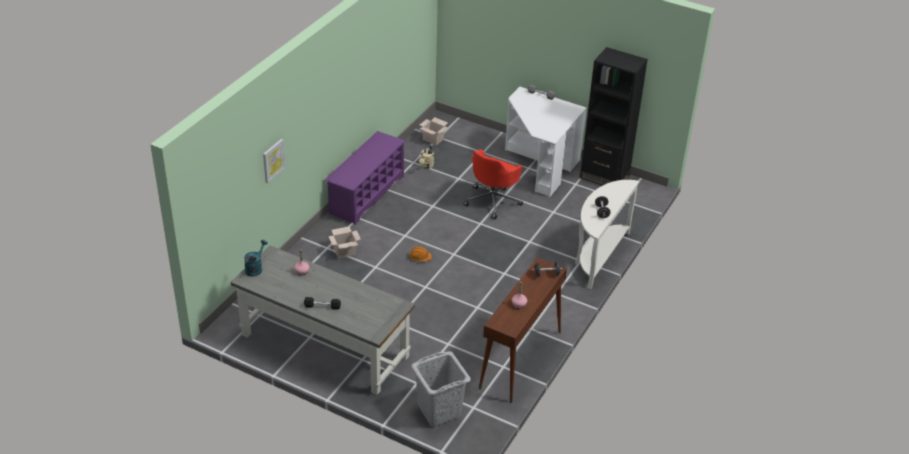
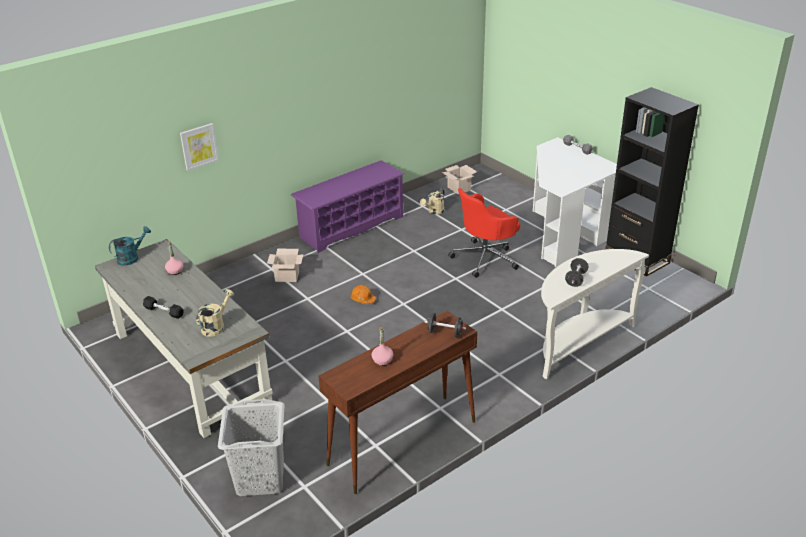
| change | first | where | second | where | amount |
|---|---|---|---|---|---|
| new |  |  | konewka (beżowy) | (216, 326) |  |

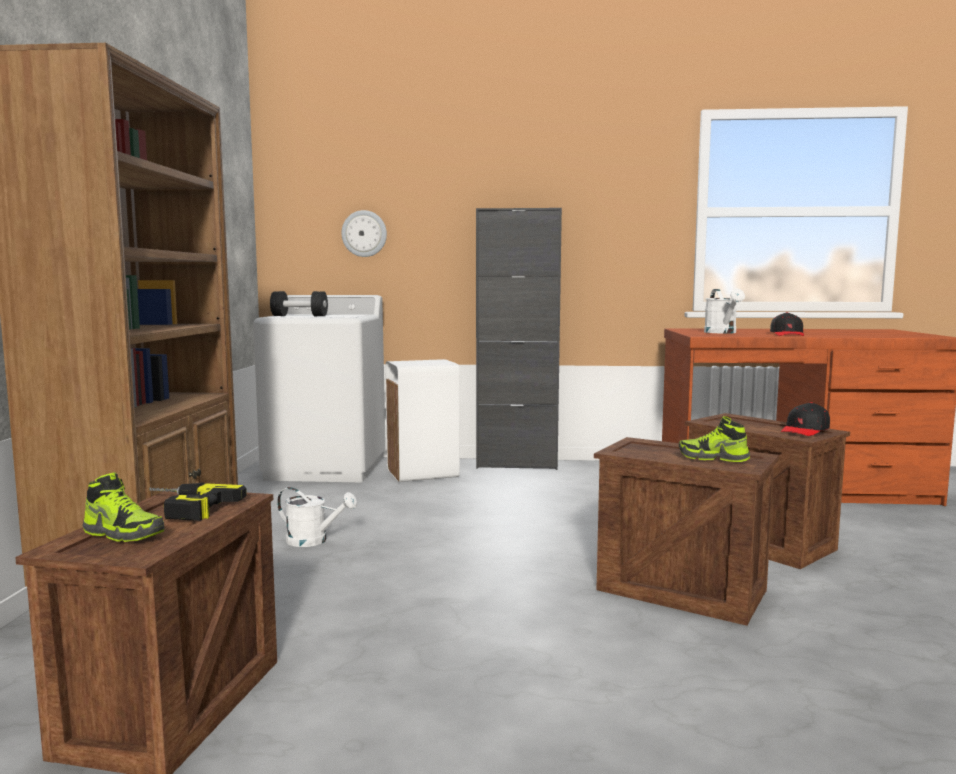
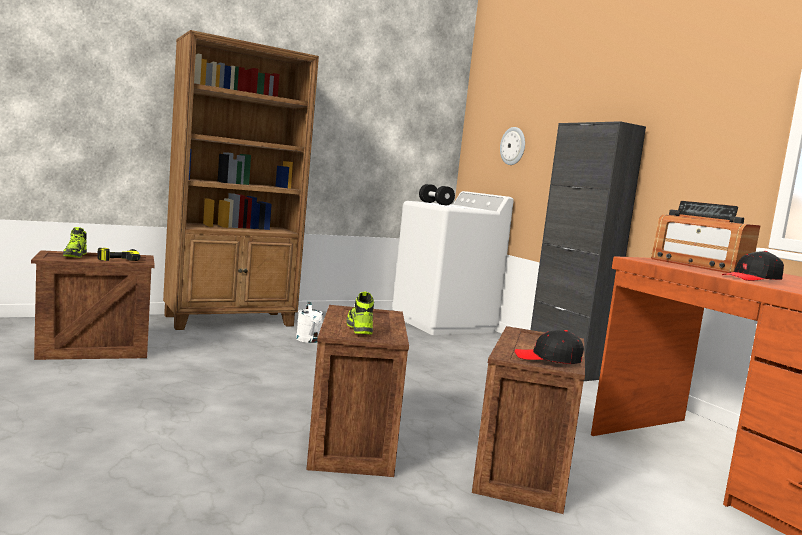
| change | first | where | second | where | amount |
|---|---|---|---|---|---|
| gone | kosz na śmieci (biały) | (421, 473) |  |  |  |
| swapped | konewka (biały) | (722, 332) | radio | (699, 265) |  |

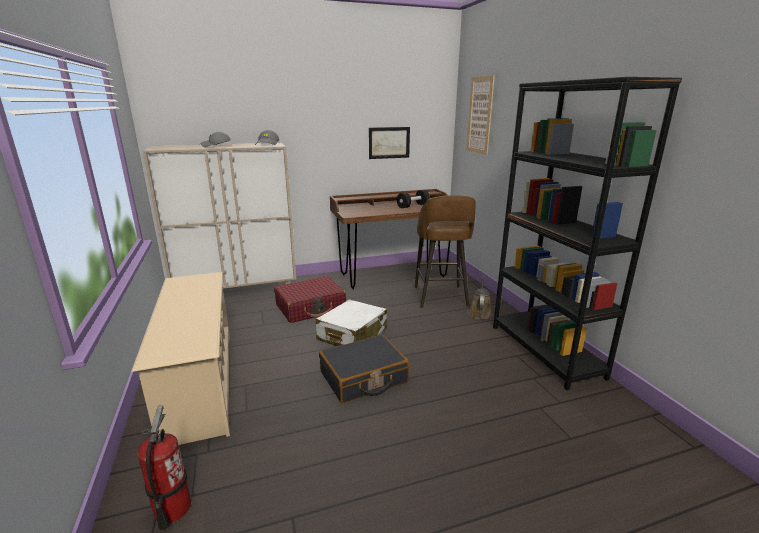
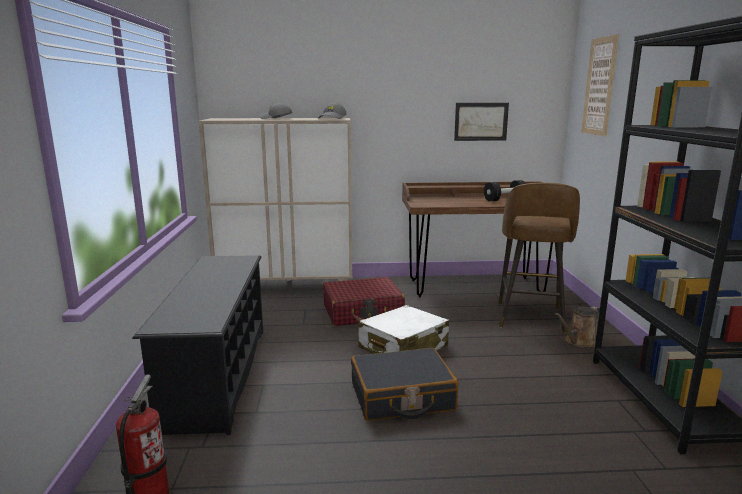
| change | first | where | second | where | amount |
|---|---|---|---|---|---|
| repainted | regał na buty (beżowy) | (200, 382) | regał na buty (czarny) | (217, 375) |  |
| rotated | konewka (brązowy) | (479, 312) |  | (579, 341) | 150 degrees counterclockwise |

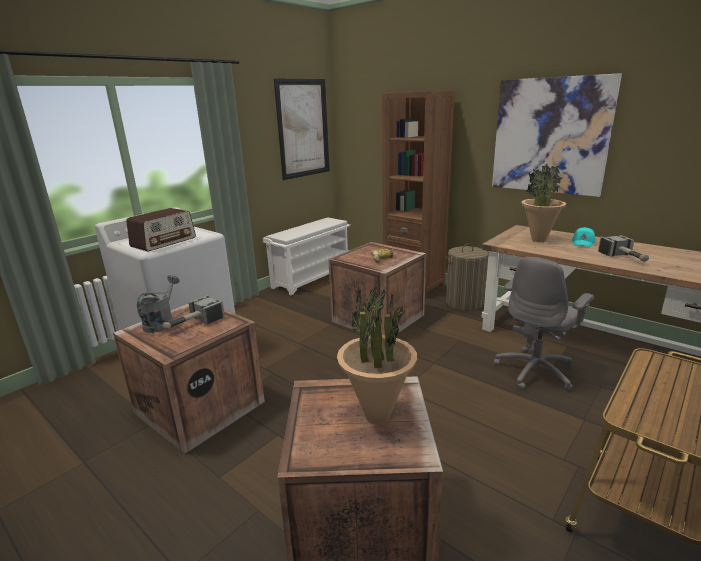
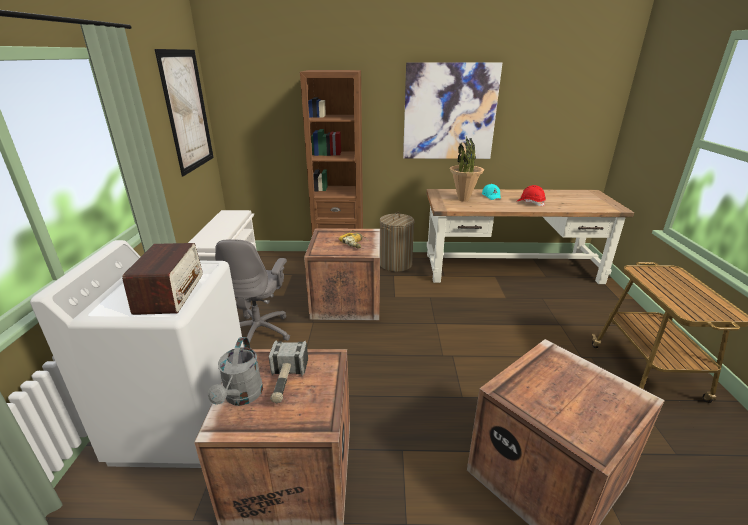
| change | first | where | second | where | amount |
|---|---|---|---|---|---|
| gone | roślina doniczkowa | (377, 416) |  |  |  |
| shifted | krzesło biurowe (szary) | (535, 371) |  | (259, 332) |  |
| swapped | młotek | (624, 258) | kask (czerwony) | (530, 203) |  |
| rotated | konewka (szary) | (161, 322) |  | (241, 397) | 150 degrees counterclockwise |

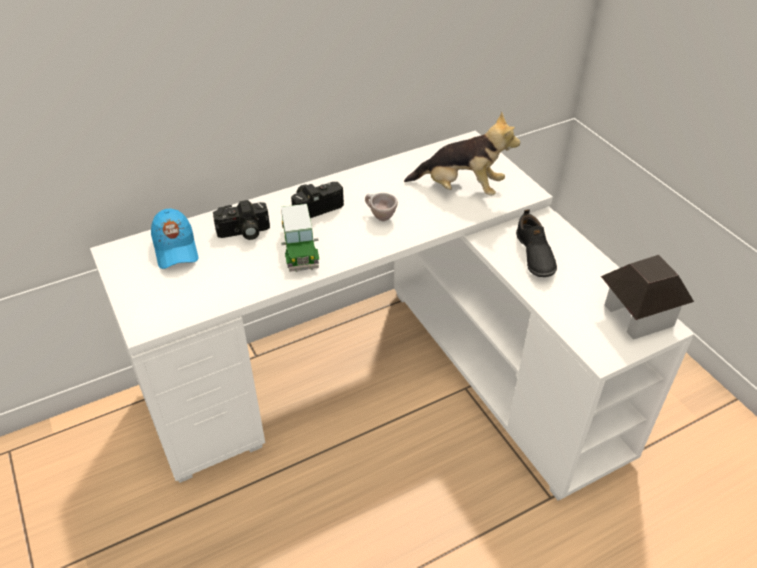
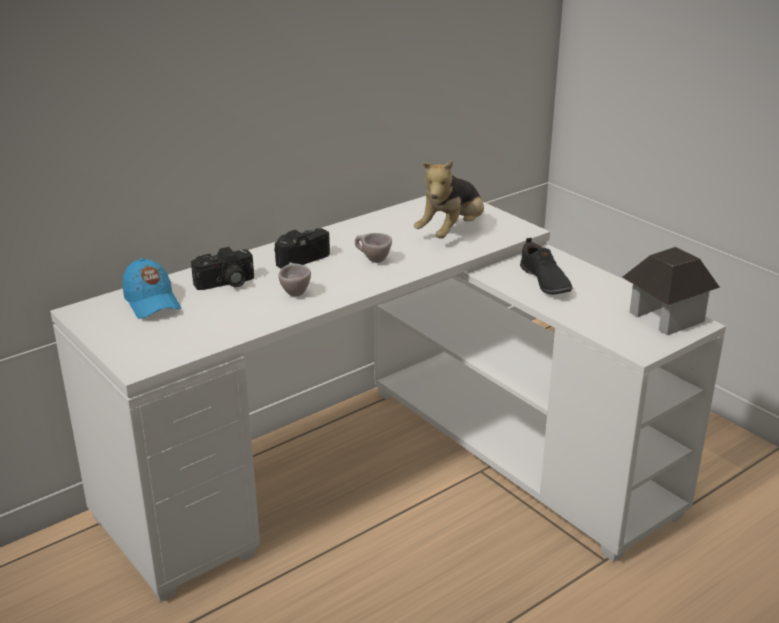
| change | first | where | second | where | amount |
|---|---|---|---|---|---|
| swapped | samochodzik | (300, 249) | filiżanka (beżowy) | (294, 292) |  |
| rotated | pluszak | (460, 188) |  | (452, 232) | 120 degrees clockwise |

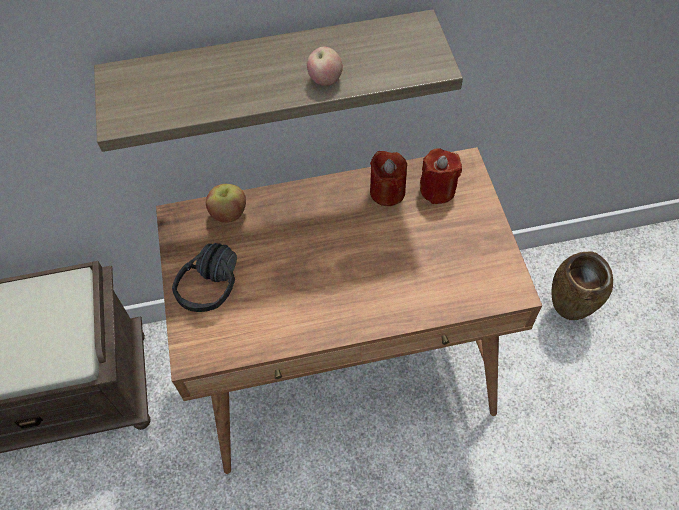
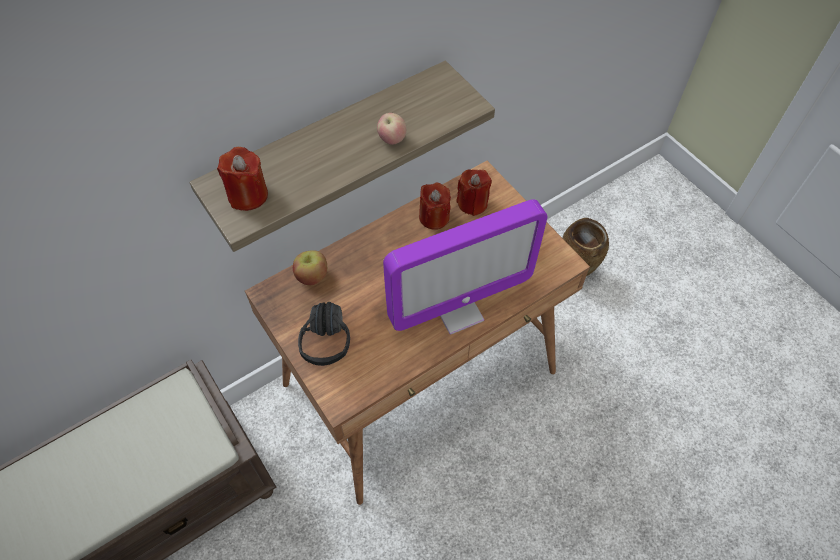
| change | first | where | second | where | amount |
|---|---|---|---|---|---|
| new |  |  | świeca (czerwony) | (248, 195) |  |
| new |  |  | monitor | (457, 311) |  |

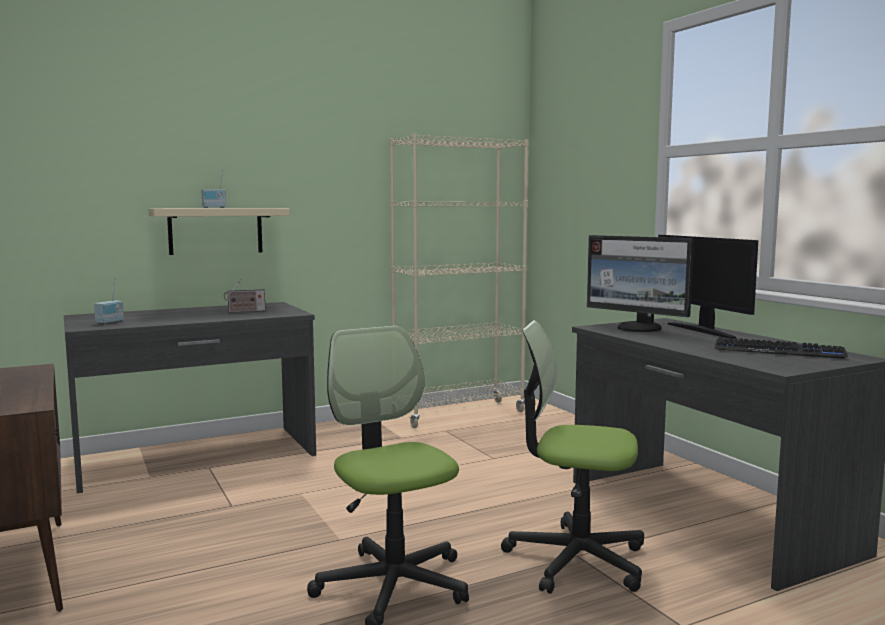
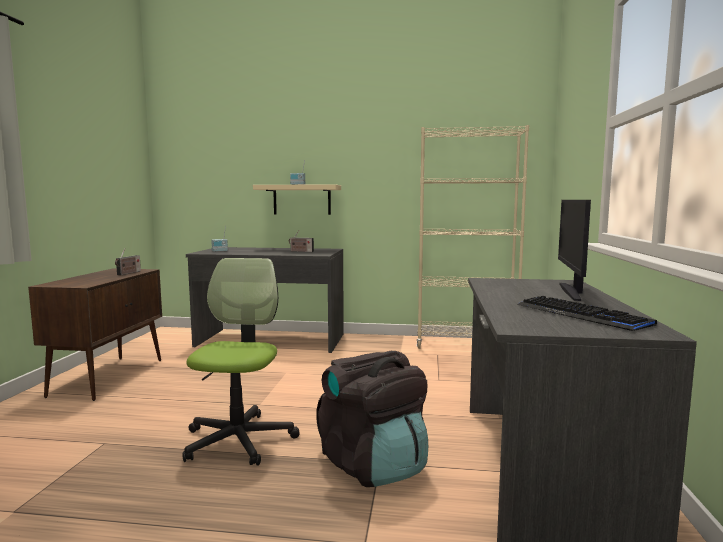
| change | first | where | second | where | amount |
|---|---|---|---|---|---|
| gone | monitor | (639, 328) |  |  |  |
| new |  |  | radio | (128, 273) |  |
| swapped | krzesło biurowe | (576, 559) | plecak (czarny) | (373, 465) |  |

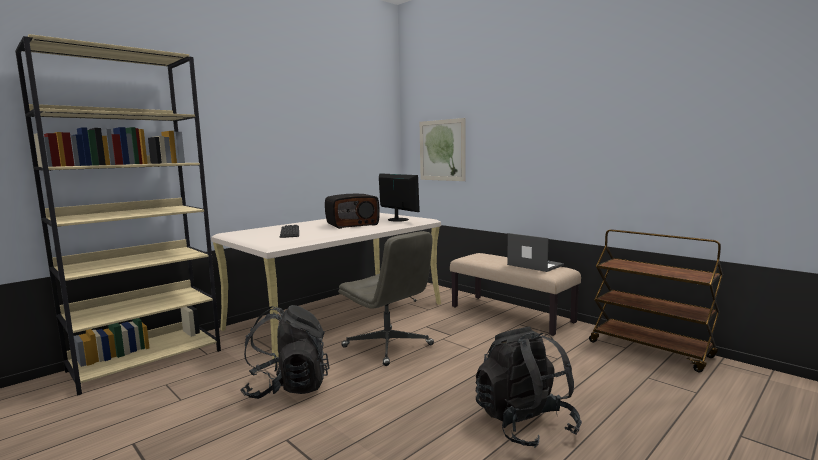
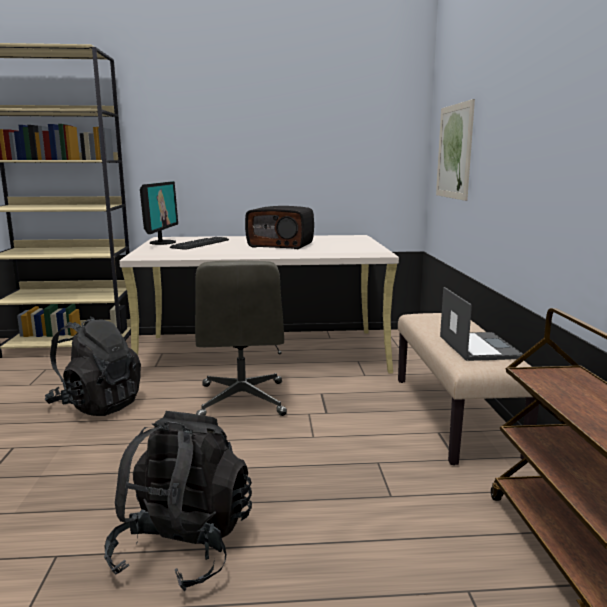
| change | first | where | second | where | amount |
|---|---|---|---|---|---|
| shifted | monitor | (397, 220) |  | (162, 242) |  |

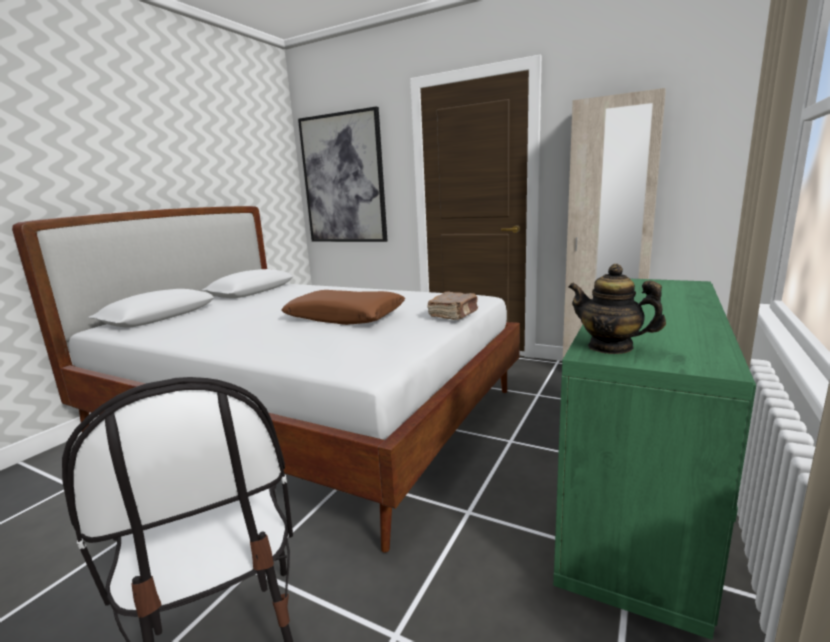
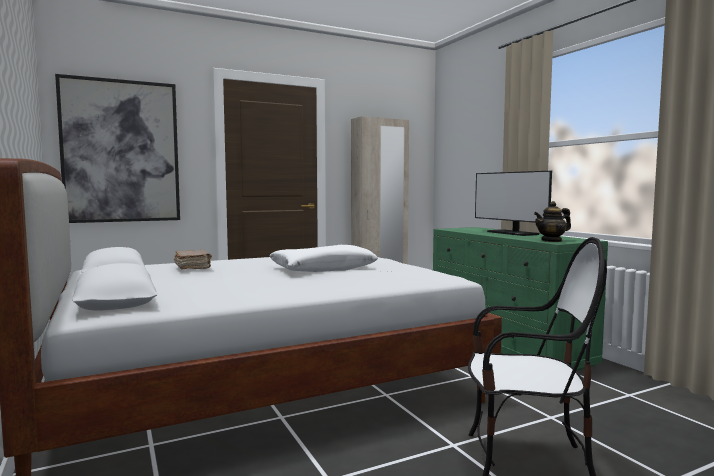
| change | first | where | second | where | amount |
|---|---|---|---|---|---|
| new |  |  | monitor | (512, 233) |  |
| shifted | książka (brązowy) | (454, 314) |  | (193, 268) |  |
| repainted | poduszka (brązowy) | (345, 317) | poduszka (biały) | (323, 269) |  |

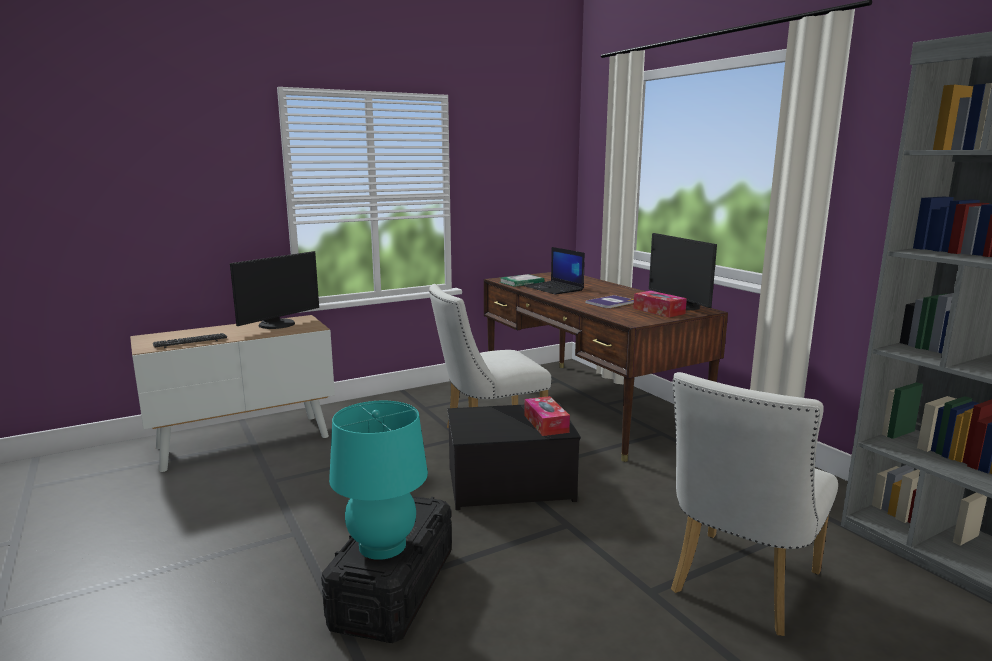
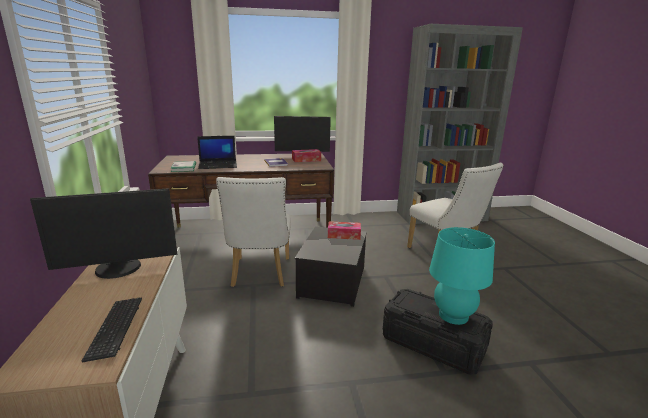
| change | first | where | second | where | amount |
|---|---|---|---|---|---|
| rotated | monitor | (278, 325) |  | (118, 269) | 105 degrees clockwise |

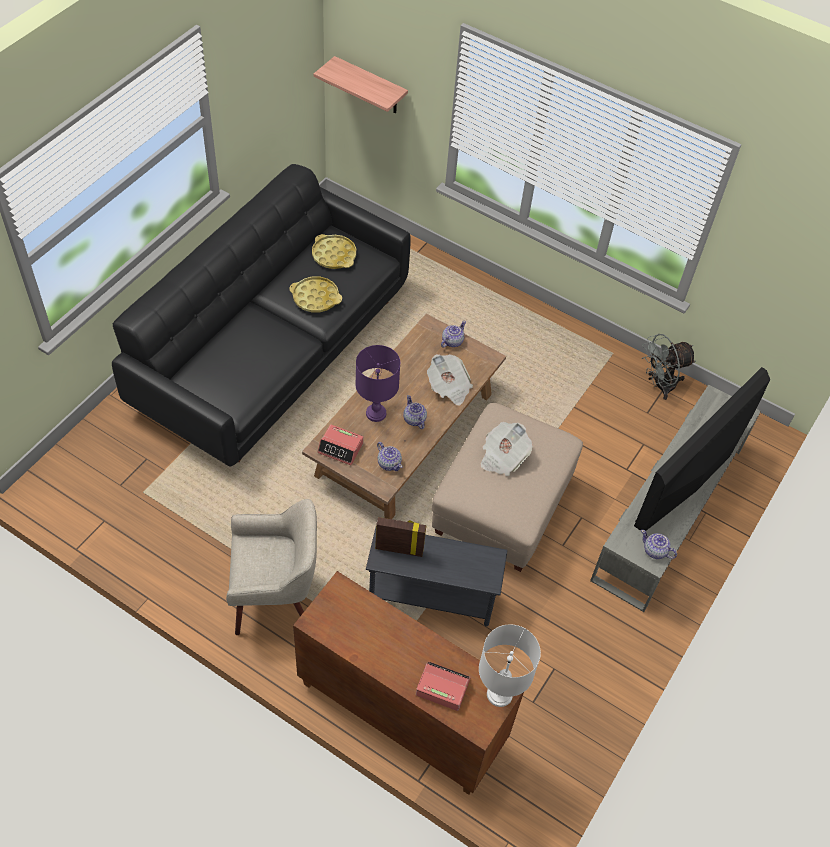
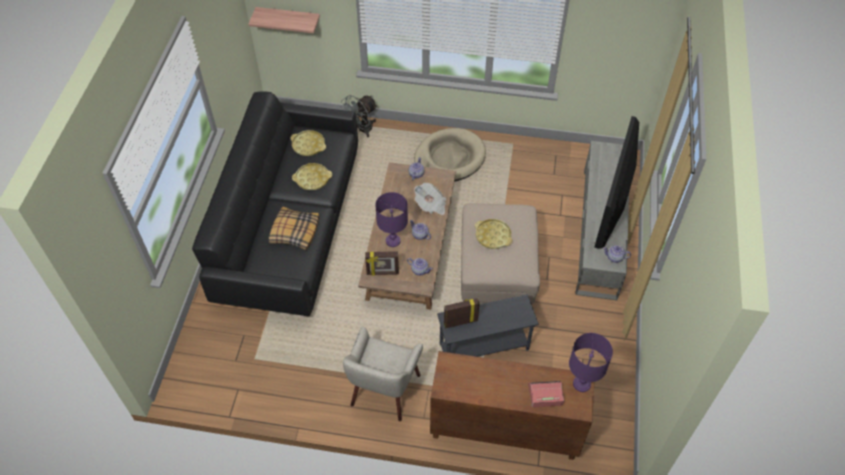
| change | first | where | second | where | amount |
|---|---|---|---|---|---|
| new |  |  | poduszka | (294, 232) |  |
| new |  |  | legowisko (beżowy) | (449, 158) |  |
| shifted | wentylator (szary) | (659, 385) |  | (362, 130) |  |
| swapped | budzik | (340, 448) | ramka na zdjęcie | (382, 273) |  |
| swapped | gazeta | (502, 457) | taca (żółty) | (493, 236) |  |
| repainted | lampa stołowa (biały) | (499, 694) | lampa stołowa (fioletowy) | (581, 384) |  |
| rotated | fotel (beżowy) | (276, 598) |  | (384, 390) | 135 degrees clockwise |

